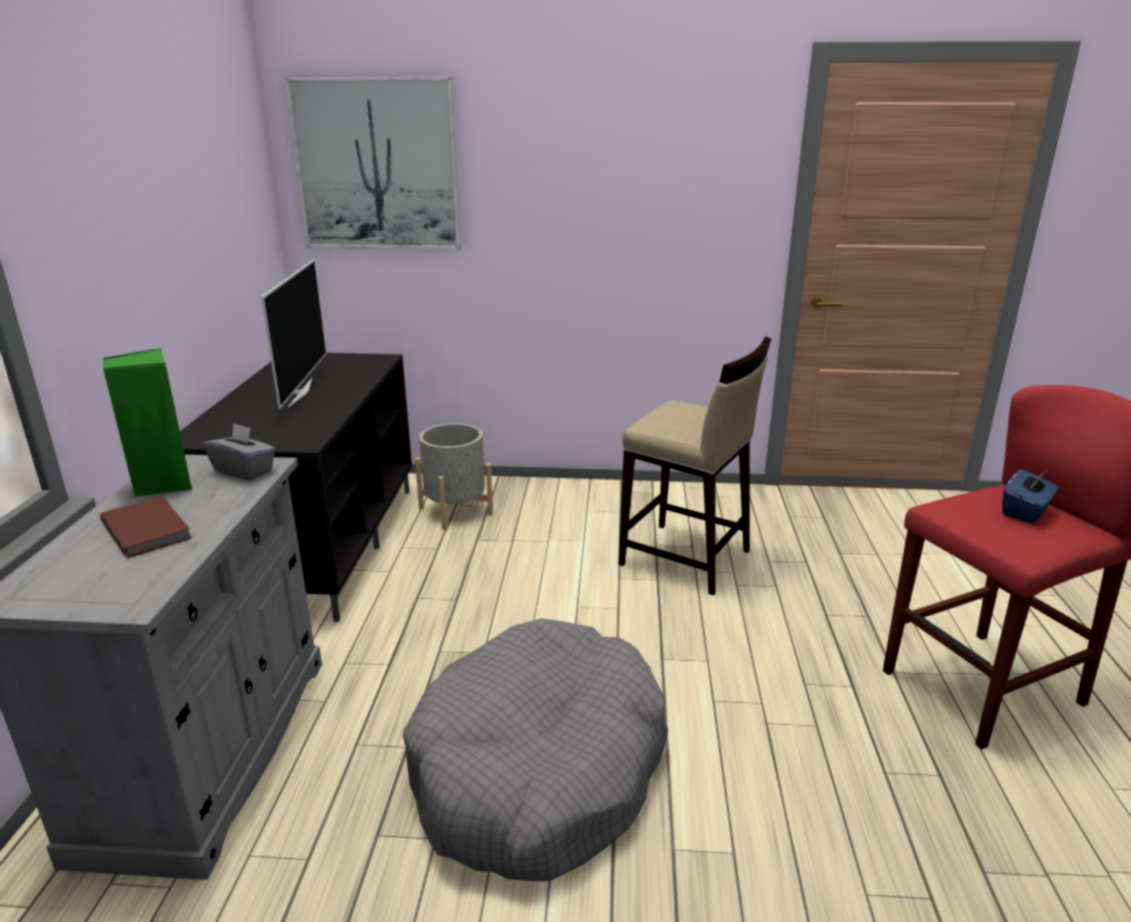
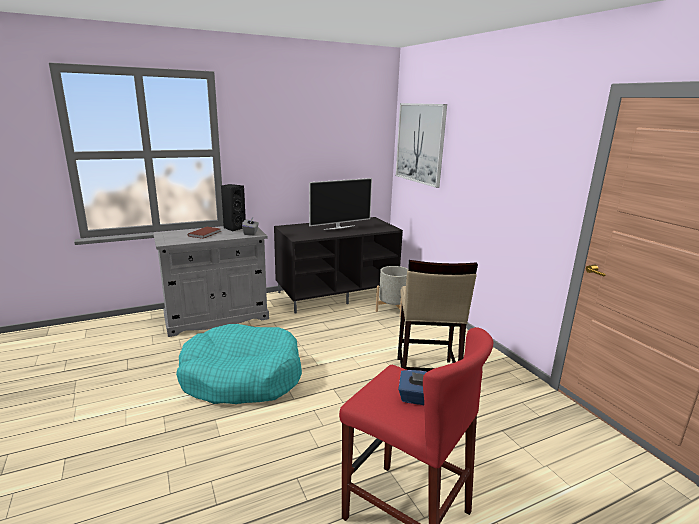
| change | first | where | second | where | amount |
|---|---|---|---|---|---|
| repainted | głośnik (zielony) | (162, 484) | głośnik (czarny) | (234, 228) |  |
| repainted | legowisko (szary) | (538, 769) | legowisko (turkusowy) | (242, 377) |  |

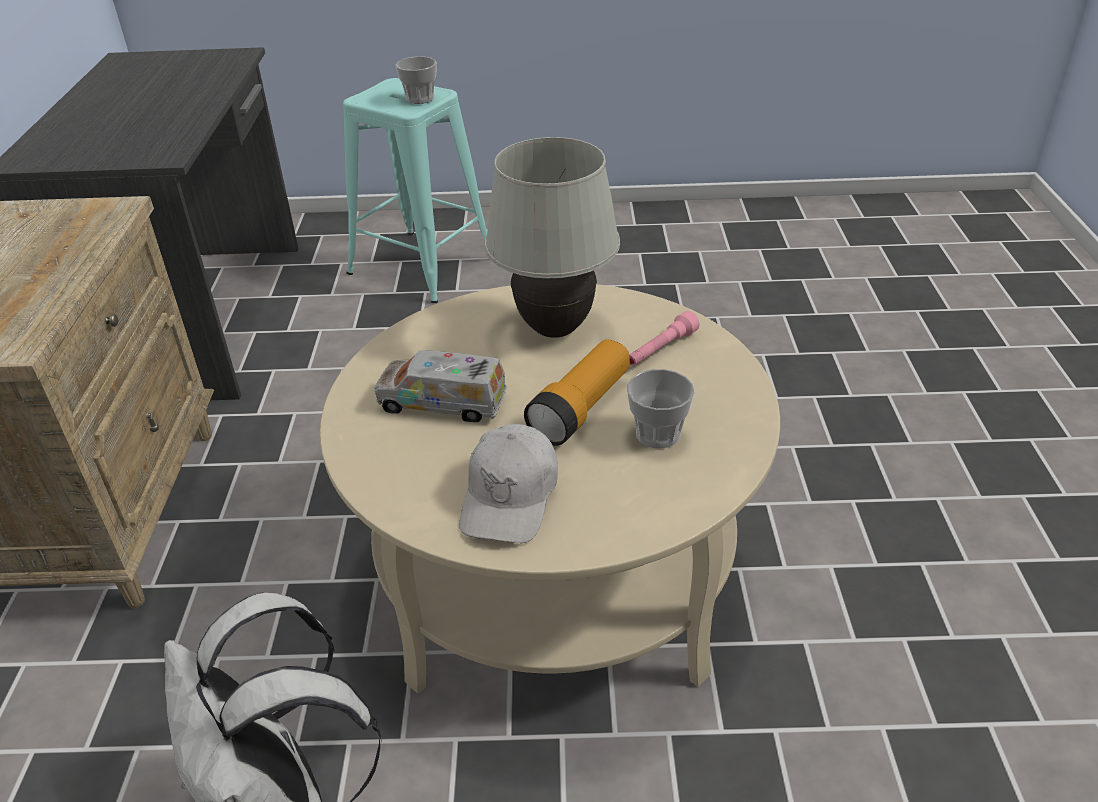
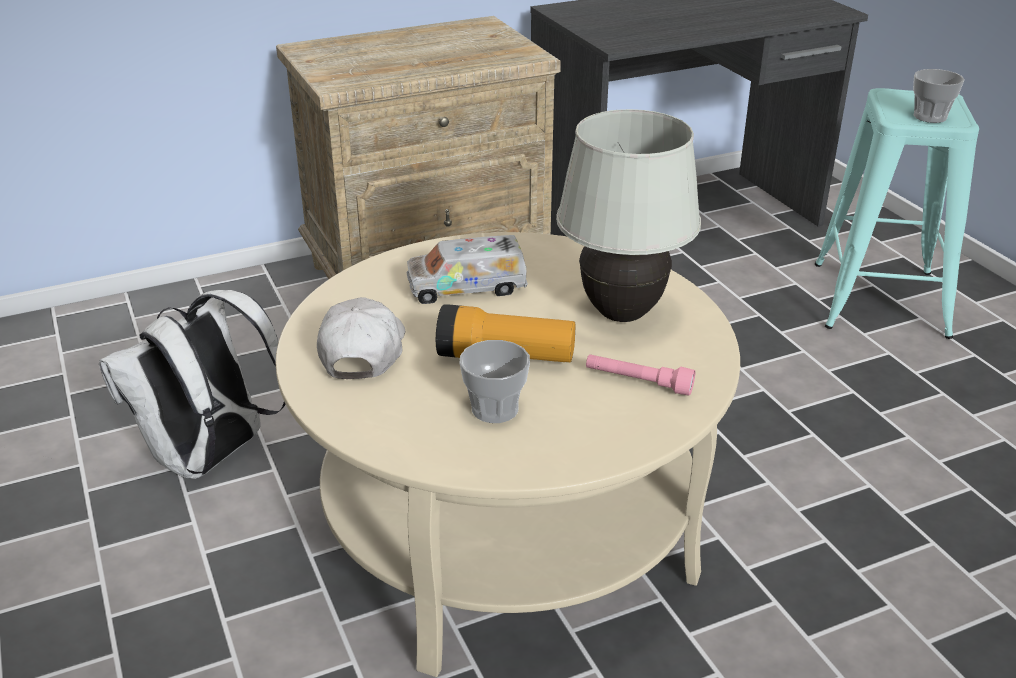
| change | first | where | second | where | amount |
|---|---|---|---|---|---|
| rotated | ciężarówka zabawkowa | (442, 402) |  | (466, 287) | 90 degrees counterclockwise |
| rotated | czapka z daszkiem (biały) | (510, 497) |  | (363, 351) | 105 degrees clockwise |

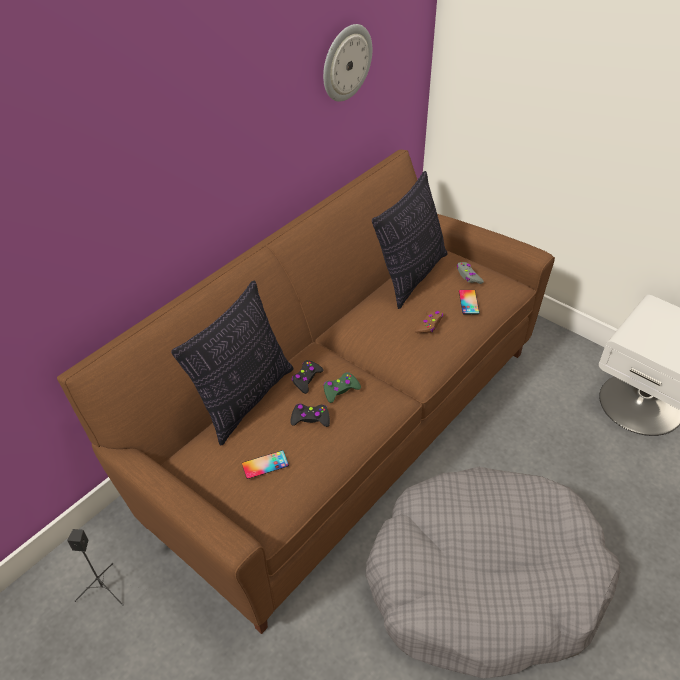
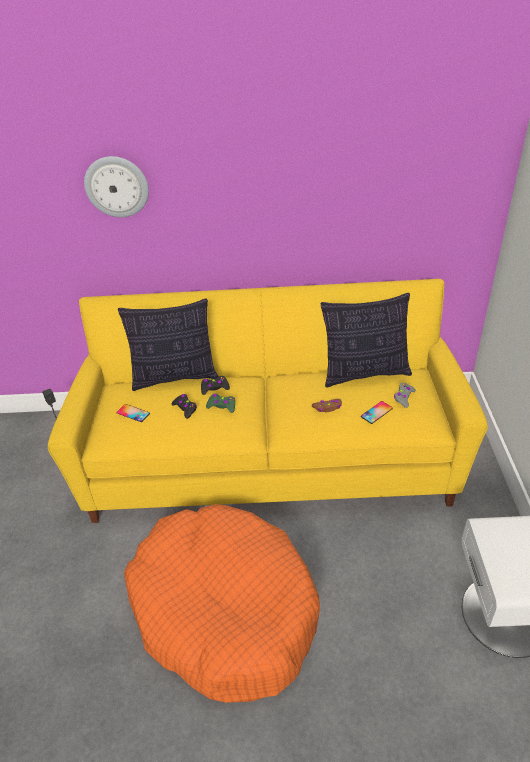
| change | first | where | second | where | amount |
|---|---|---|---|---|---|
| shifted | zegar ścienny | (346, 62) |  | (117, 186) |  |
| repainted | kanapa (brązowy) | (341, 424) | kanapa (żółty) | (269, 456) |  |
| repainted | legowisko (szary) | (483, 582) | legowisko (pomarańczowy) | (224, 609) |  |

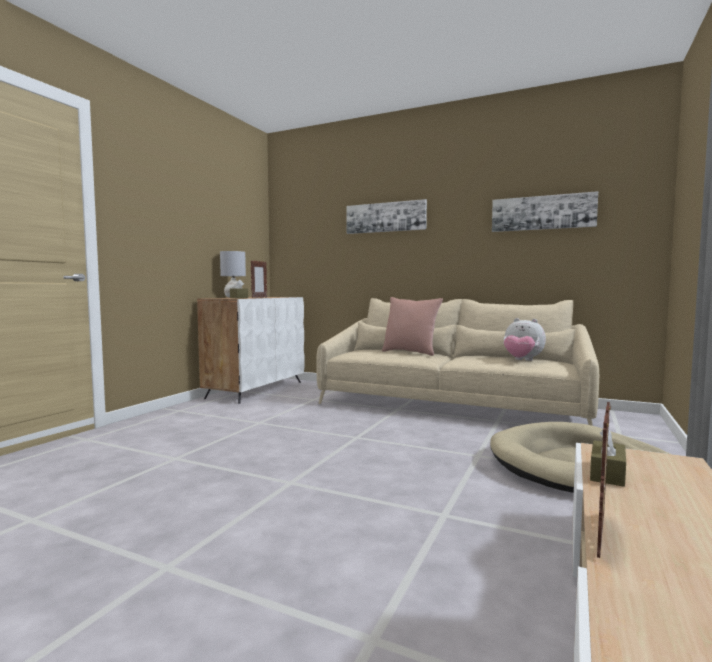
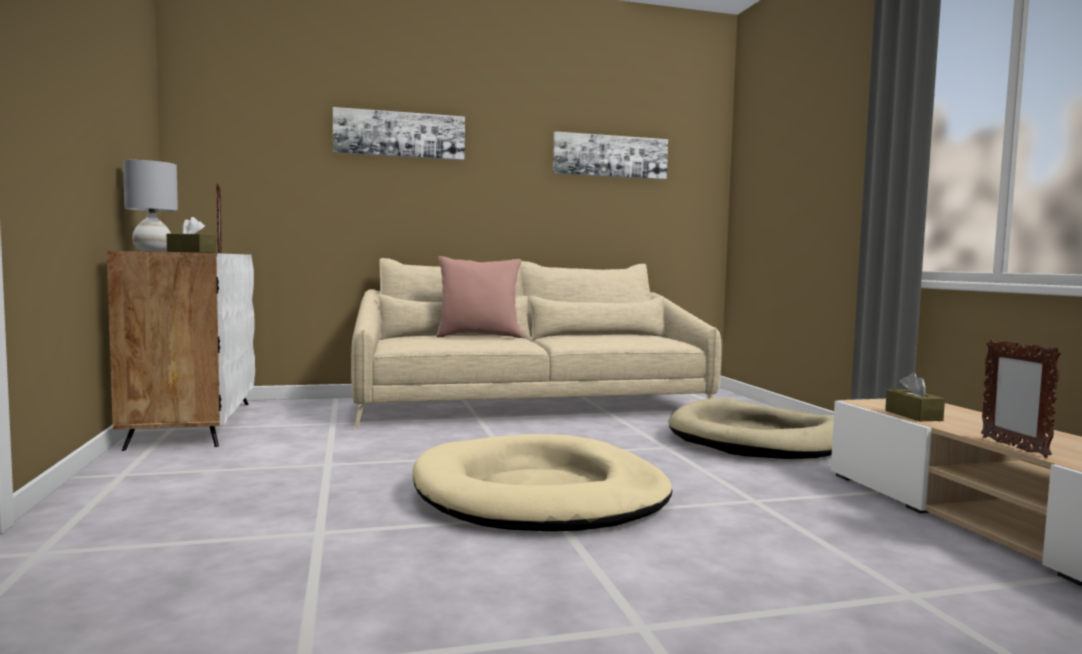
| change | first | where | second | where | amount |
|---|---|---|---|---|---|
| gone | pluszak | (522, 360) |  |  |  |
| new |  |  | legowisko (beżowy) | (541, 494) |  |

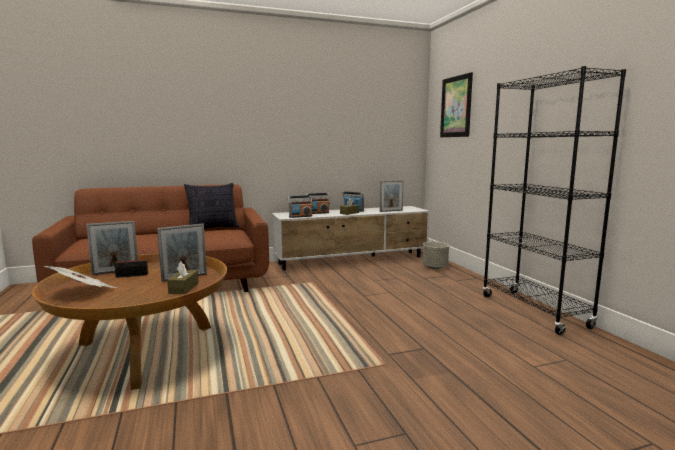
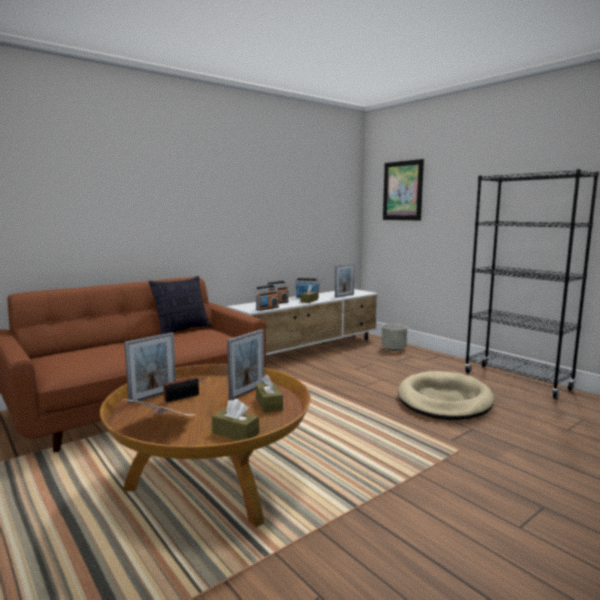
| change | first | where | second | where | amount |
|---|---|---|---|---|---|
| new |  |  | pudełko chusteczek (brązowy) | (235, 433) |  |
| new |  |  | legowisko (beżowy) | (444, 400) |  |

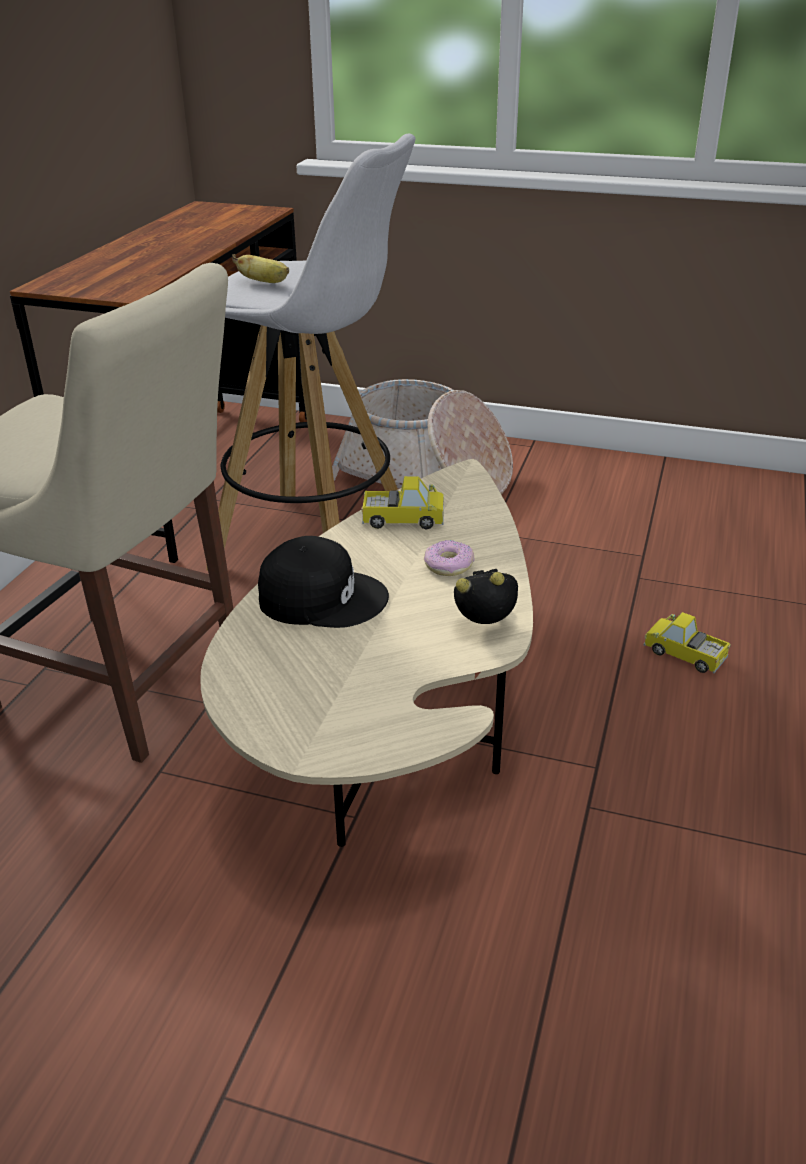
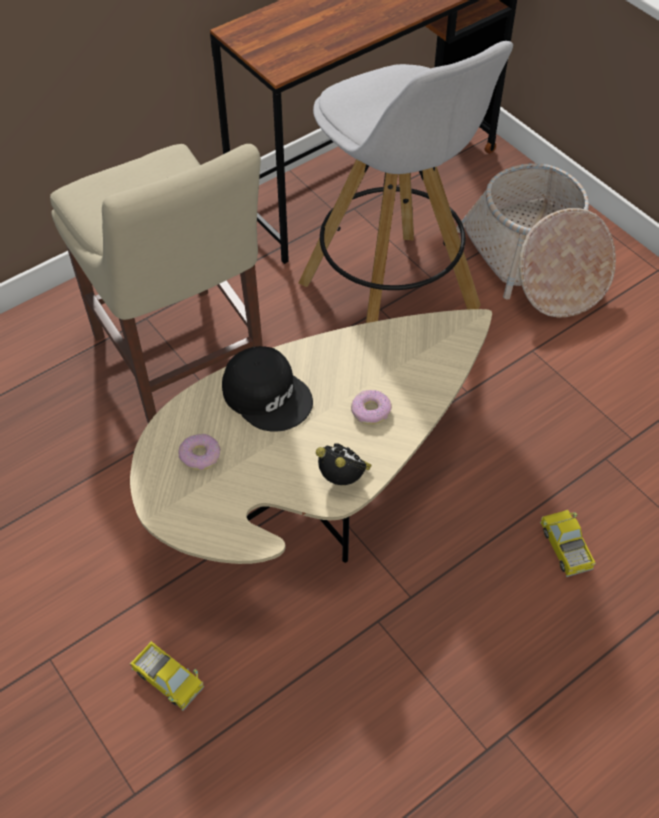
| change | first | where | second | where | amount |
|---|---|---|---|---|---|
| gone | banan | (265, 282) |  |  |  |
| new |  |  | donut | (200, 455) |  |
| shifted | ciężarówka zabawkowa | (403, 520) |  | (168, 680) |  |

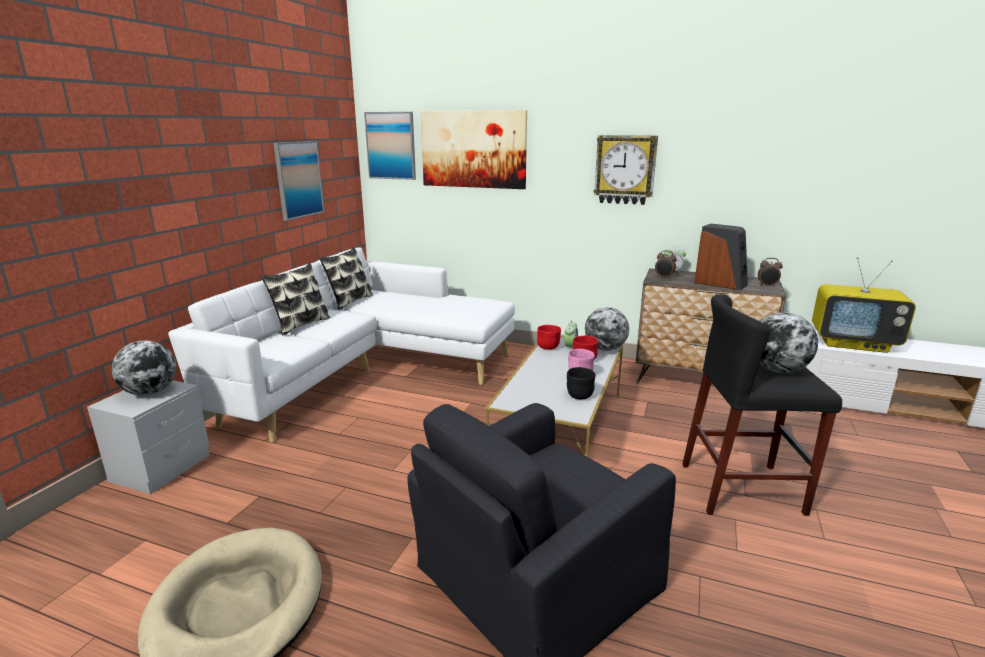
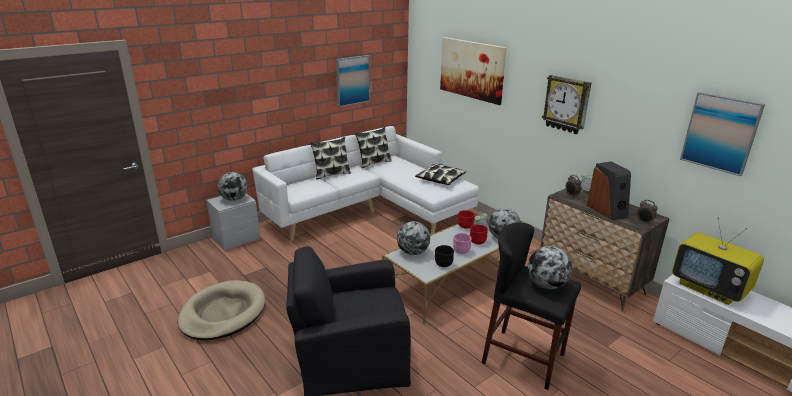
| change | first | where | second | where | amount |
|---|---|---|---|---|---|
| new |  |  | globus | (413, 252) |  |
| new |  |  | poduszka | (440, 179) |  |
| shifted | obraz | (391, 146) |  | (720, 133) |  |

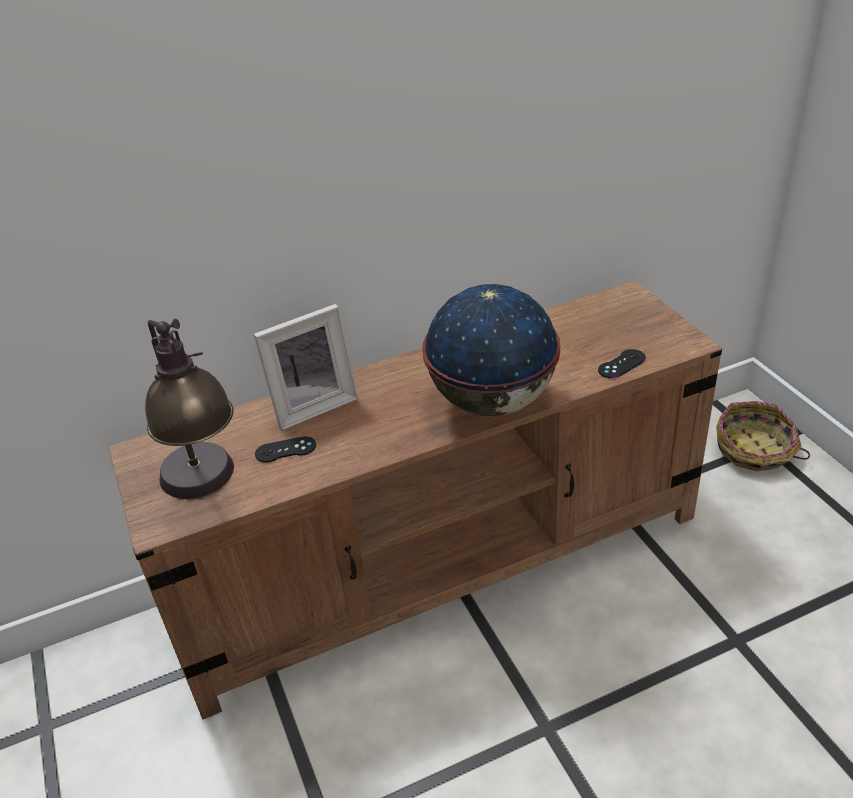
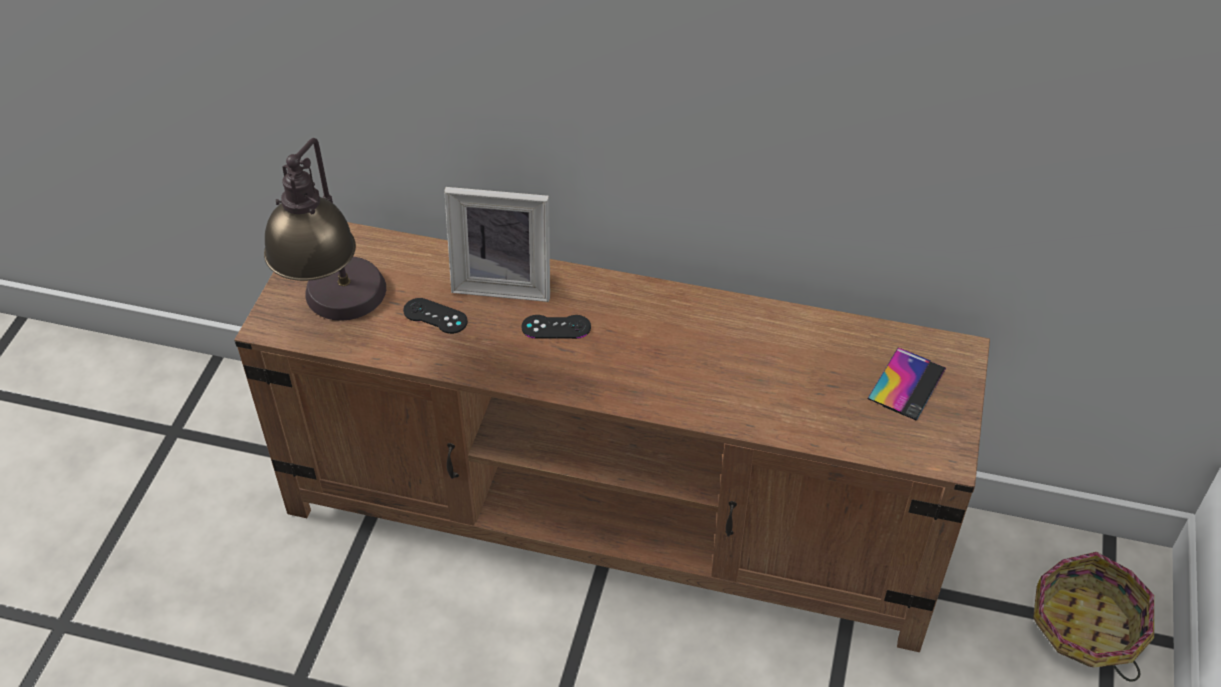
| change | first | where | second | where | amount |
|---|---|---|---|---|---|
| gone | globus | (492, 402) |  |  |  |
| new |  |  | telefon | (906, 384) |  |
| shifted | pad do gier (czarny) | (621, 364) |  | (556, 327) |  |

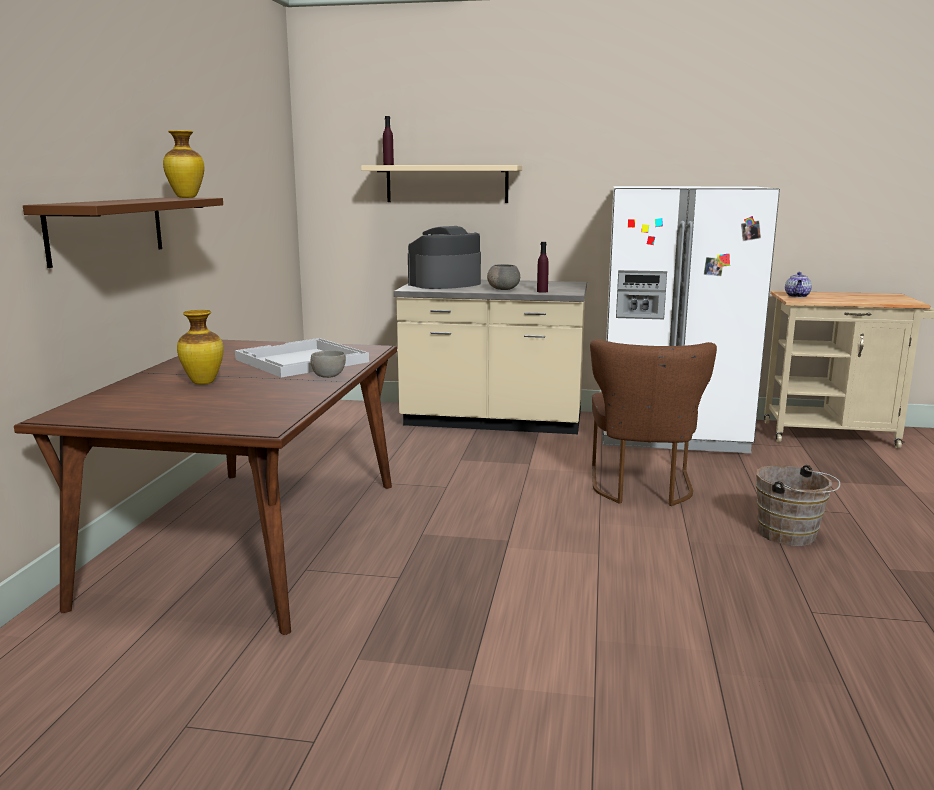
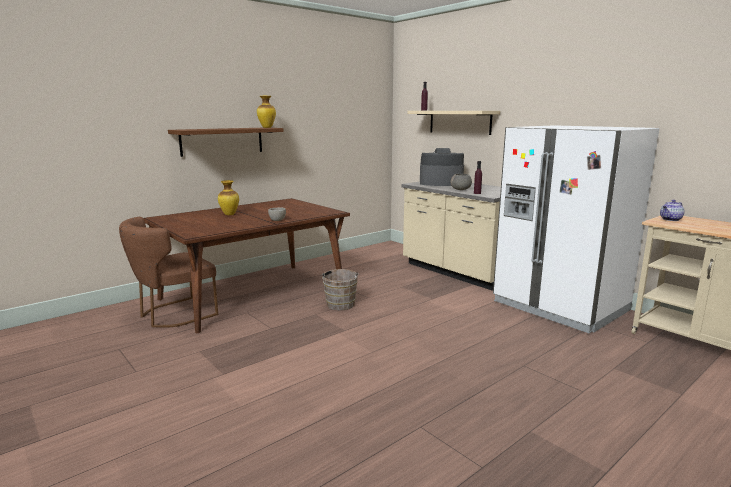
| change | first | where | second | where | amount |
|---|---|---|---|---|---|
| gone | taca (biały) | (301, 361) |  |  |  |
| shifted | krzesło (brązowy) | (642, 488) |  | (173, 314) |  |
| shifted | wiadro (brązowy) | (791, 536) |  | (340, 305) |  |

